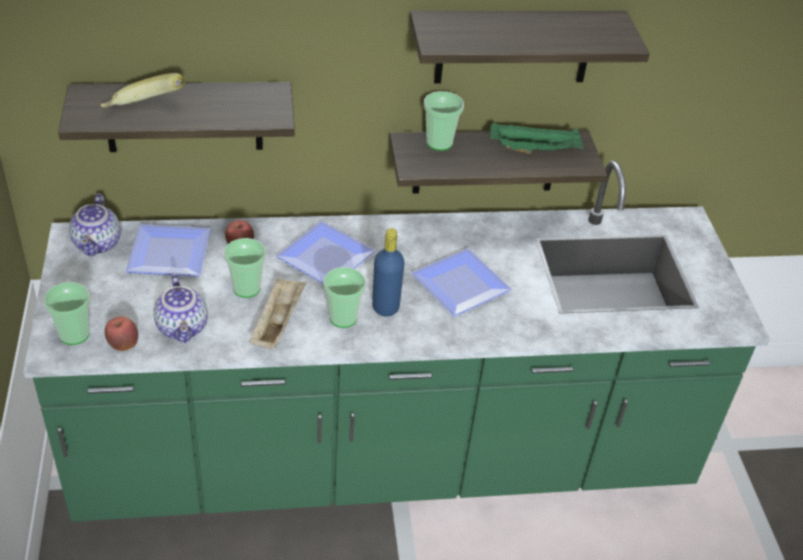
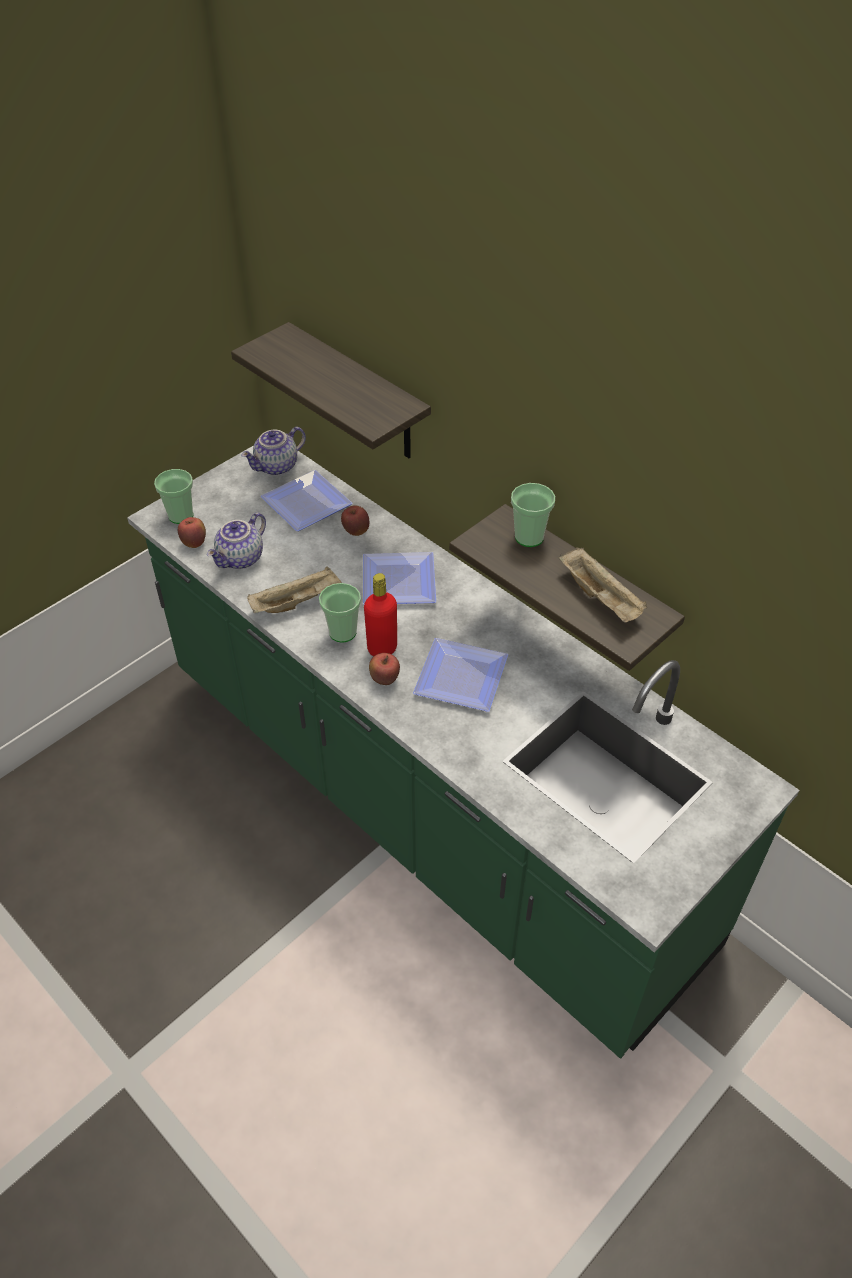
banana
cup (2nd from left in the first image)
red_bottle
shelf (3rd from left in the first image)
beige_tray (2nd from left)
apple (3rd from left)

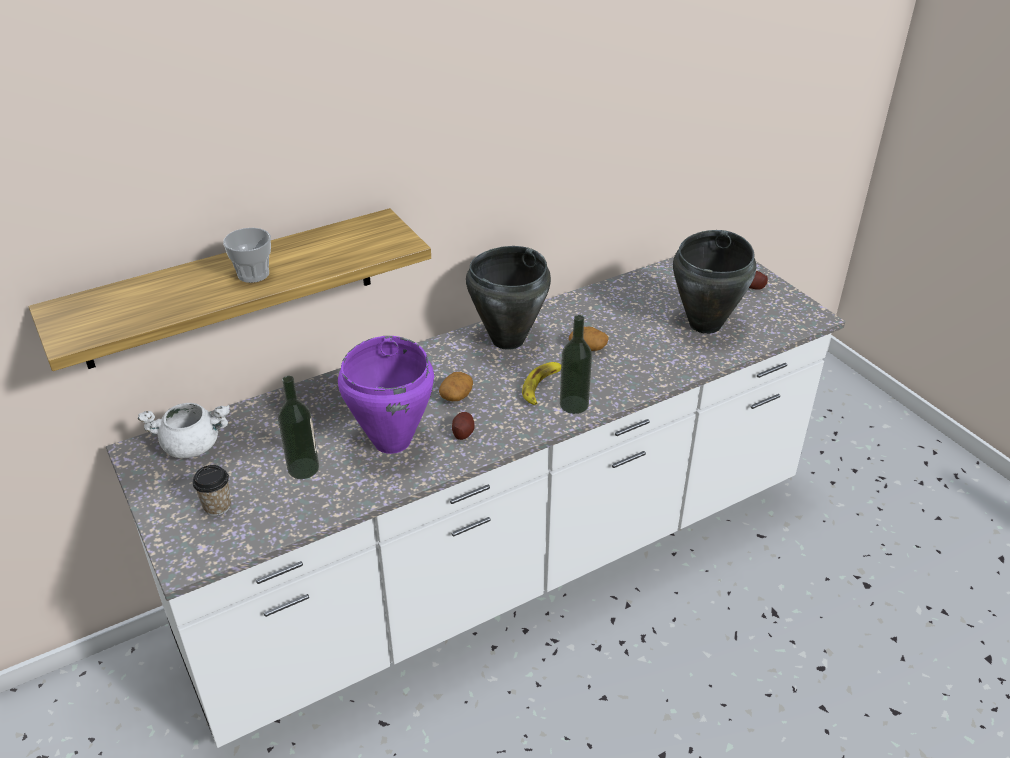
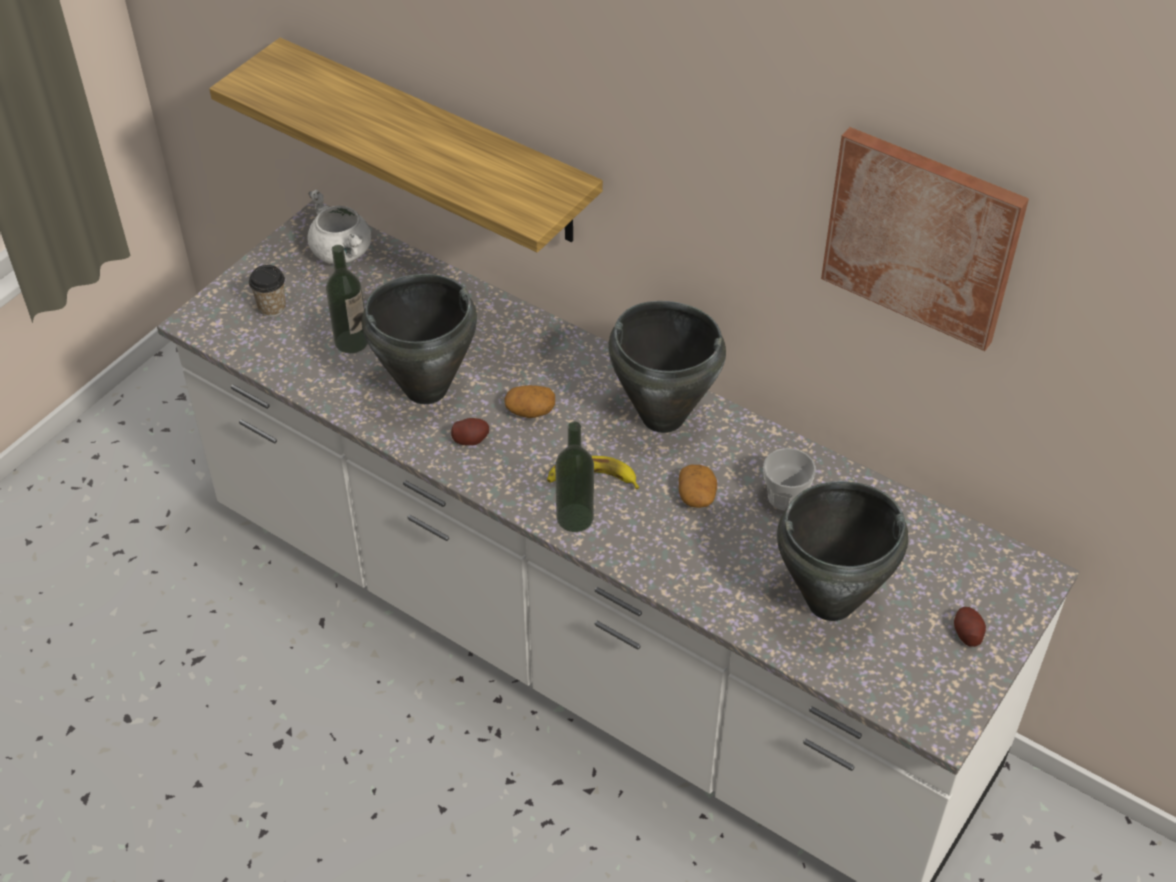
cup (2nd from left)
black_cooking_pot (1st from left)
picture

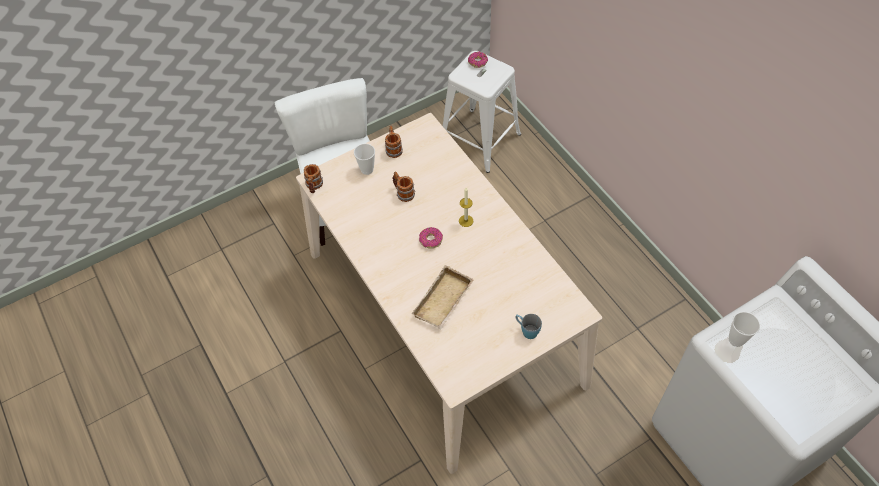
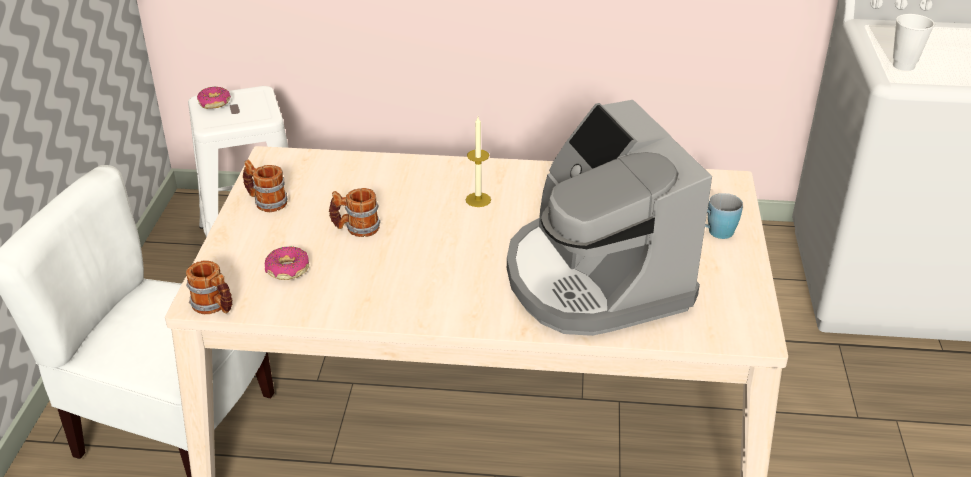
cup (1st from left in the first image)
coffee_machine
donut (2nd from left)

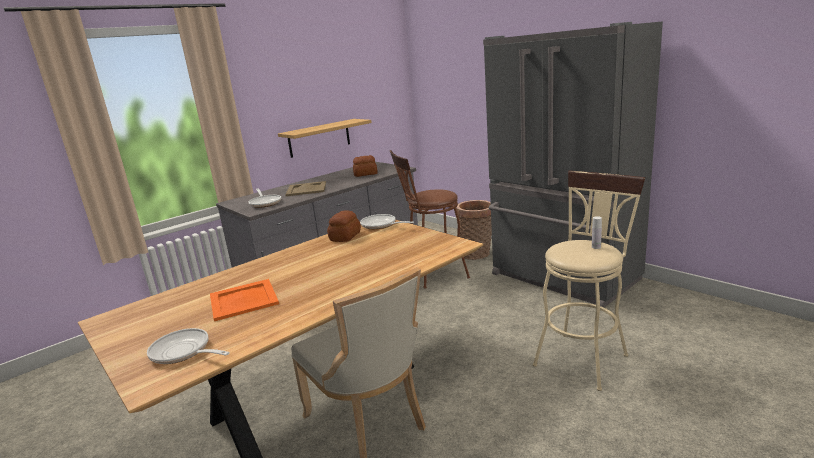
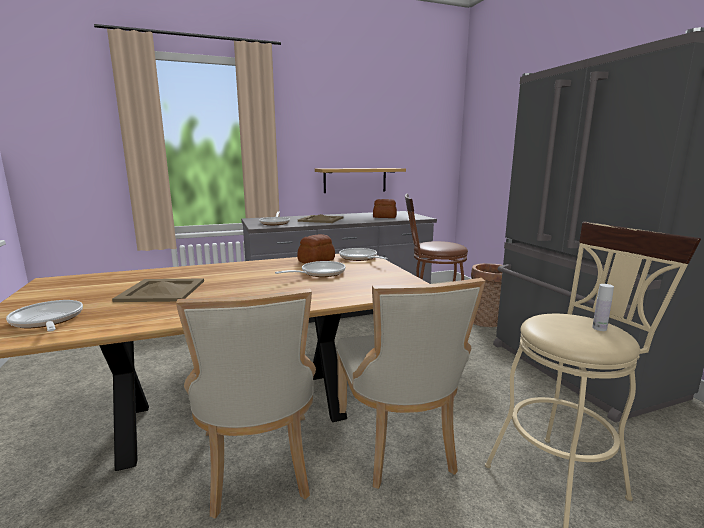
beige_tray (1st from left)
frying_pan (3rd from left)
beige_chair (2nd from left)

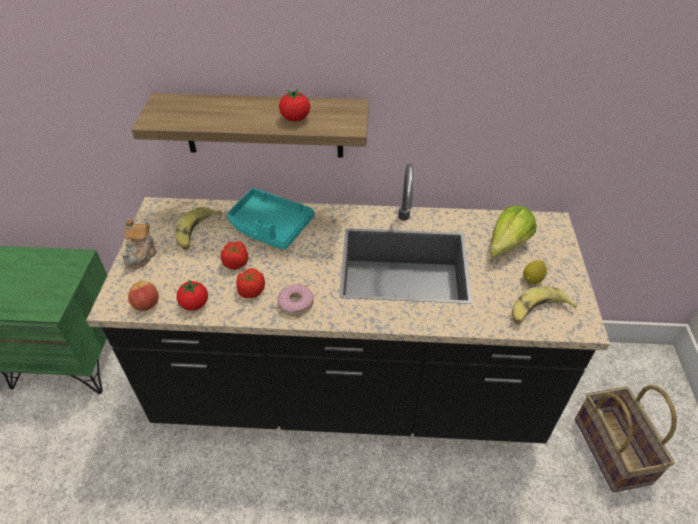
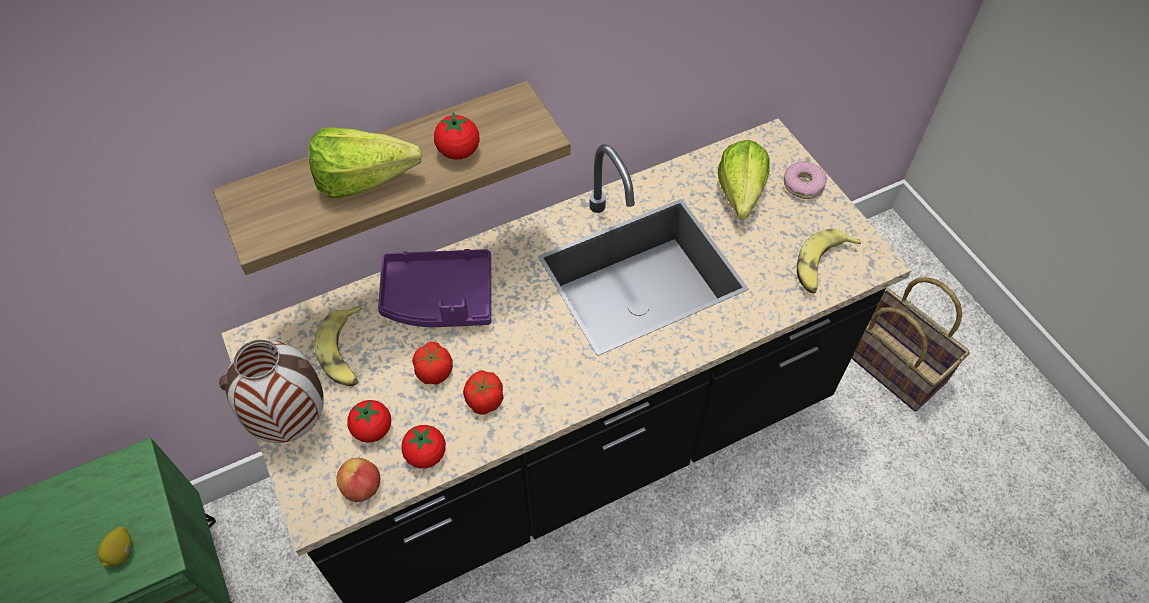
vase
purple_tray
donut
lemon
lettuce (1st from left)
tomato (1st from left)

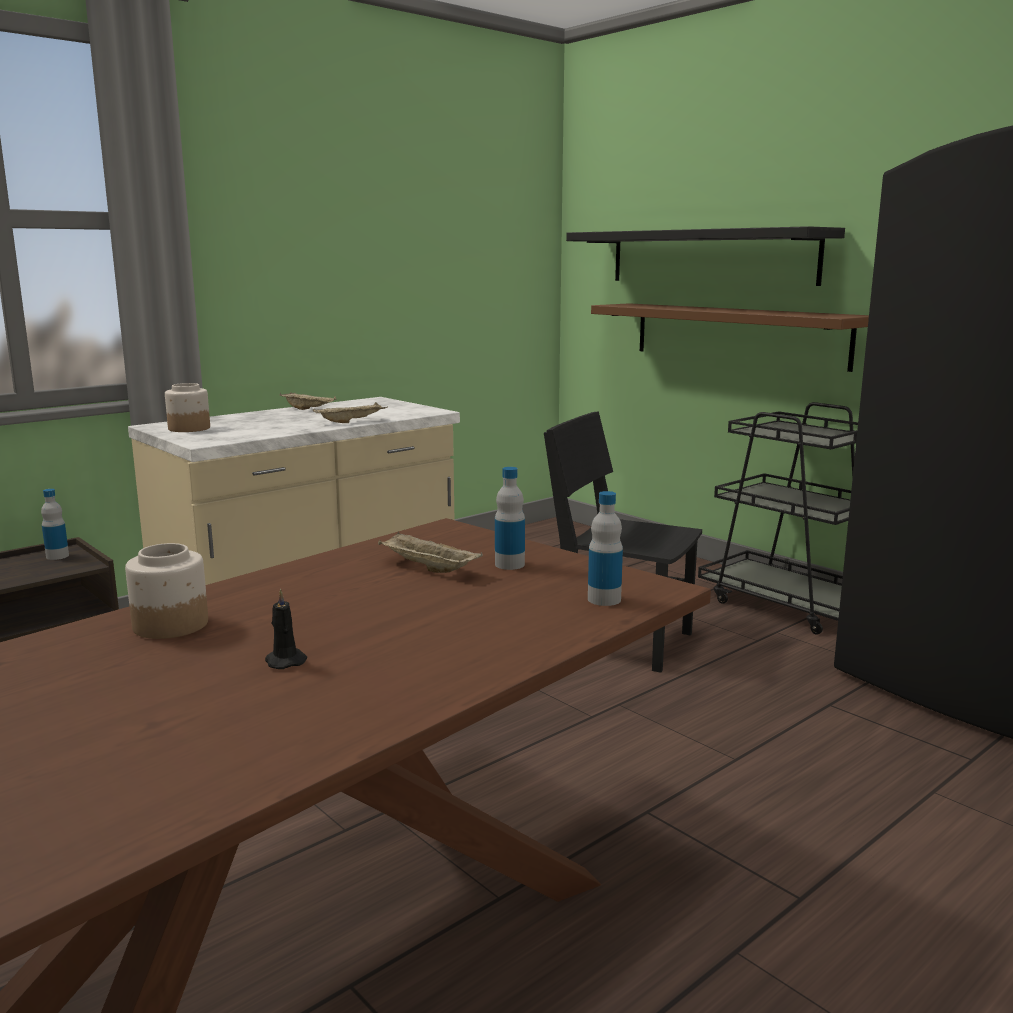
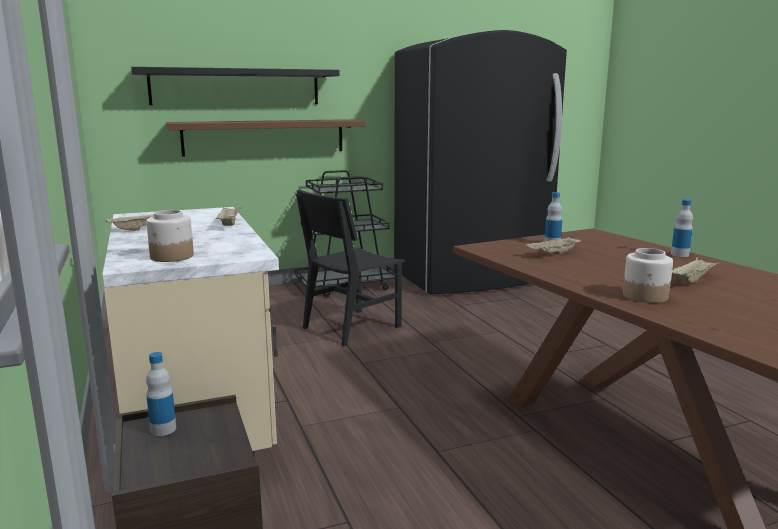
beige_tray (4th from left)
bottle (3rd from left)

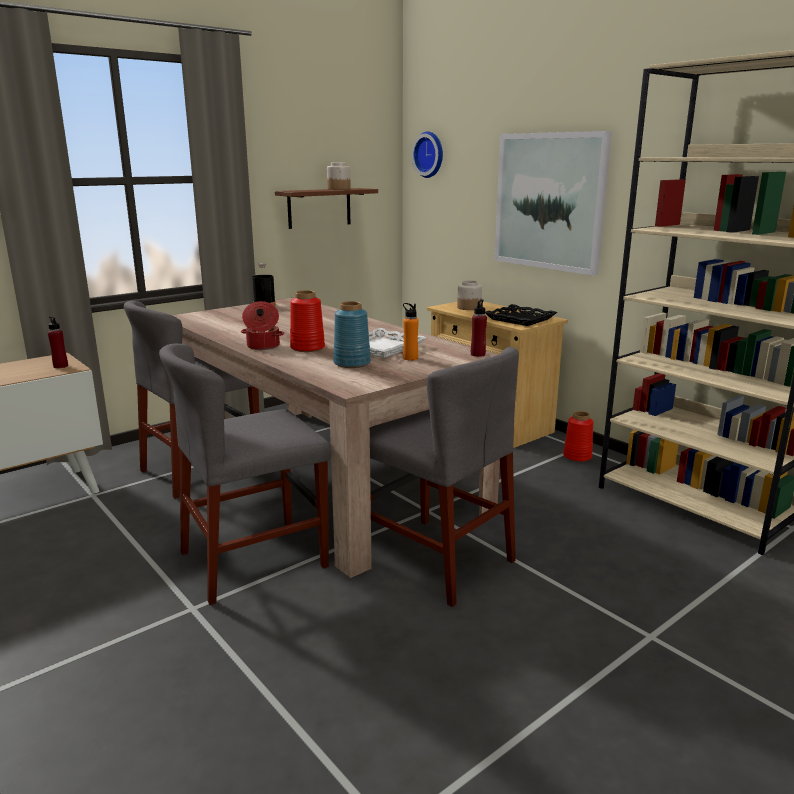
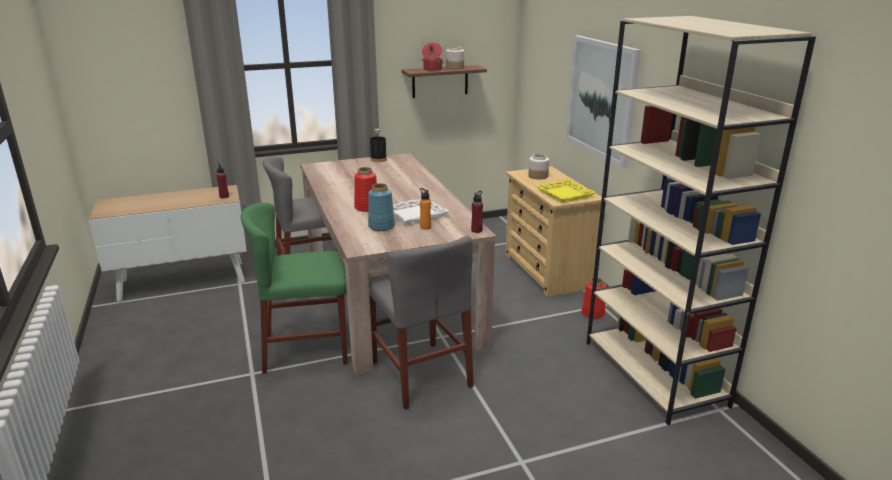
green_chair
cooking_pot
wall_clock
yellow_tray

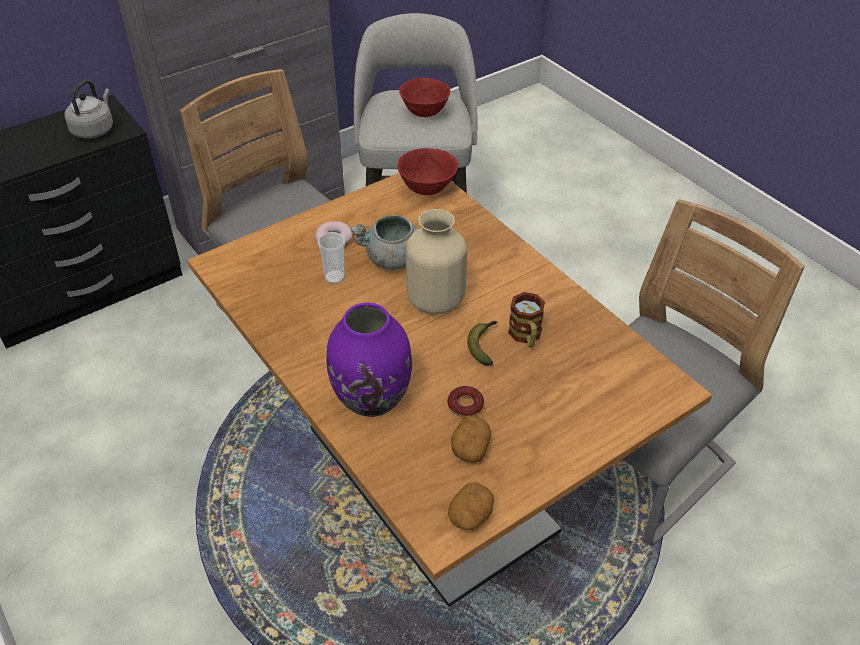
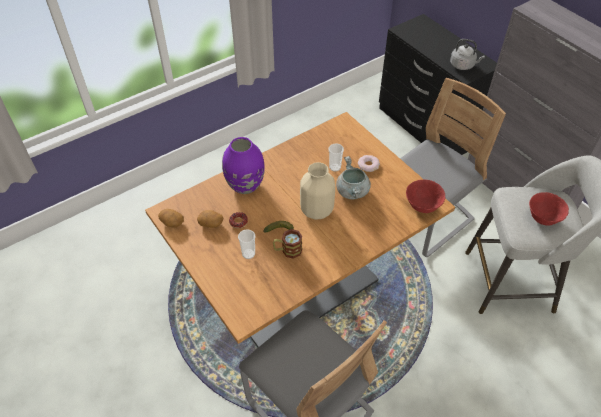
cup (1st from left)

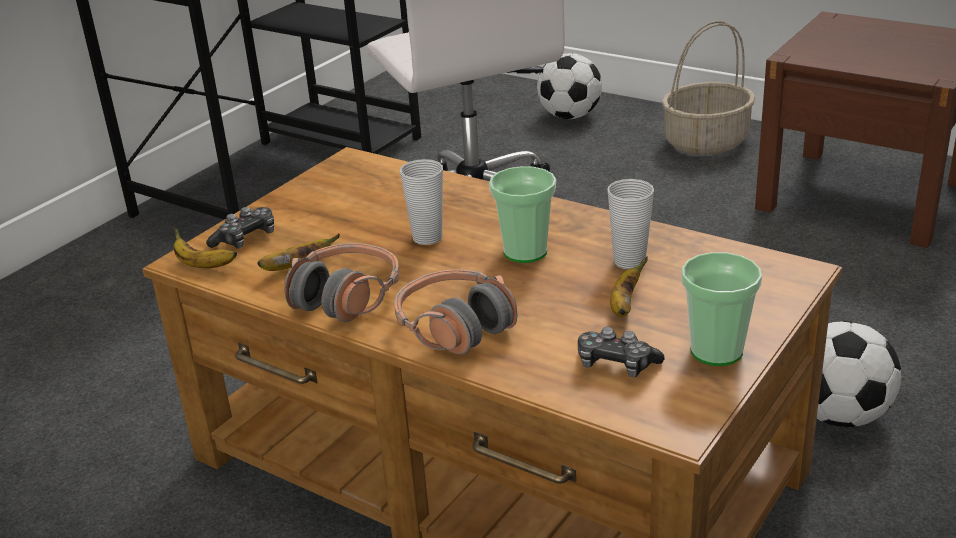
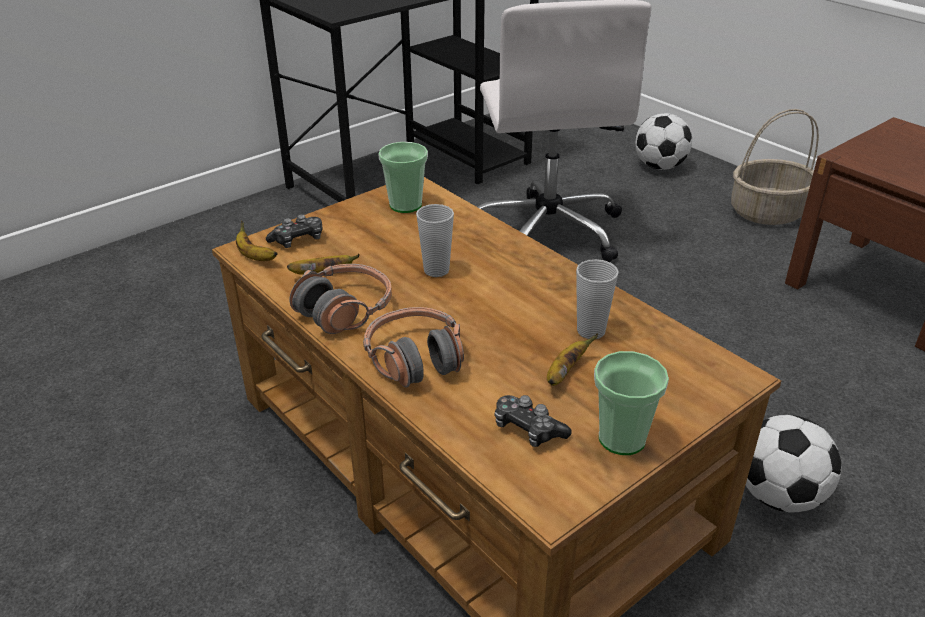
cup (1st from left)

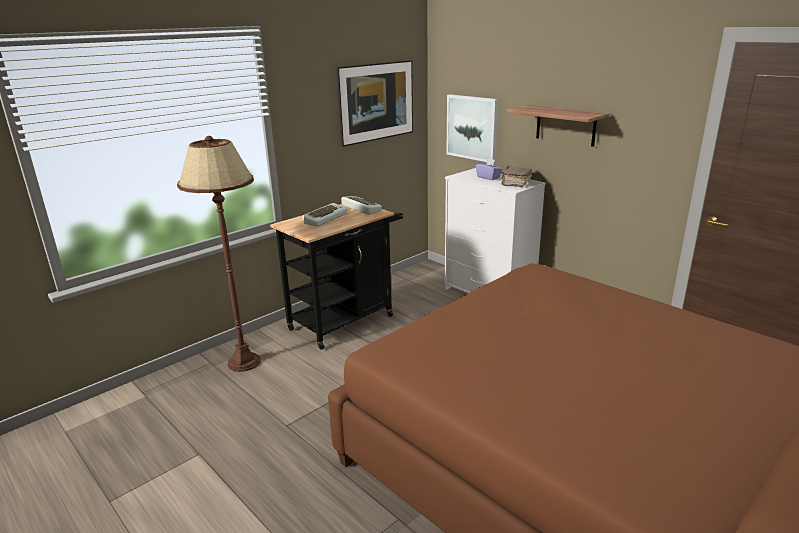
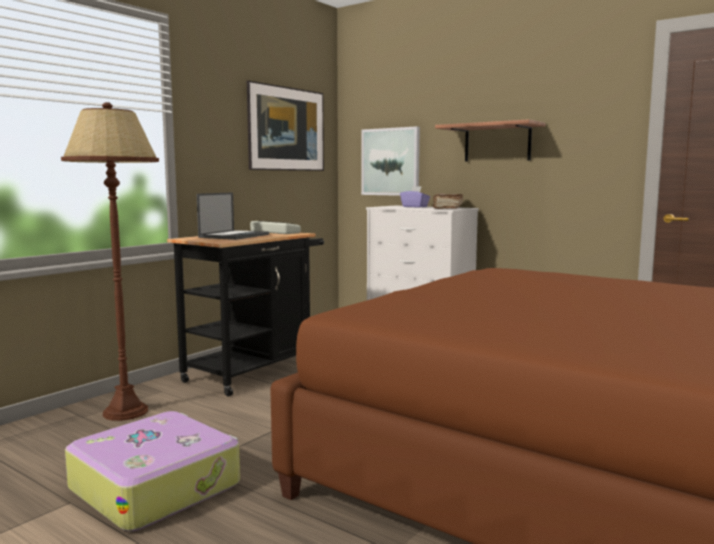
laptop
suitcase

